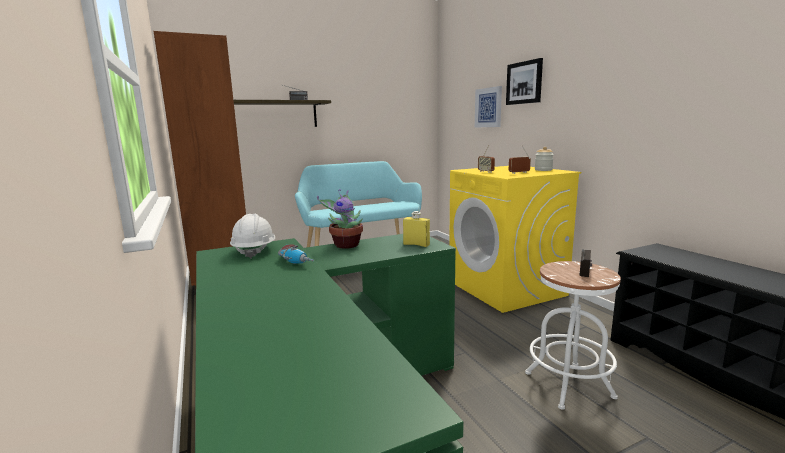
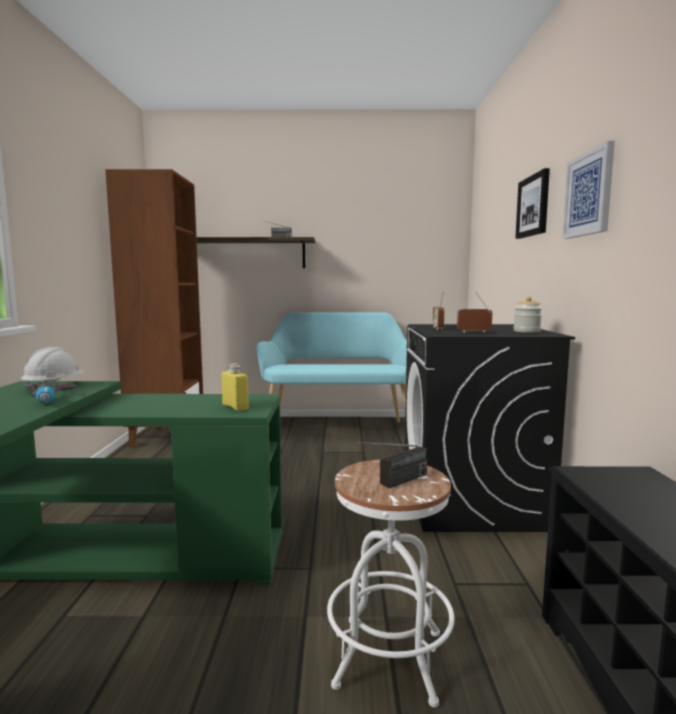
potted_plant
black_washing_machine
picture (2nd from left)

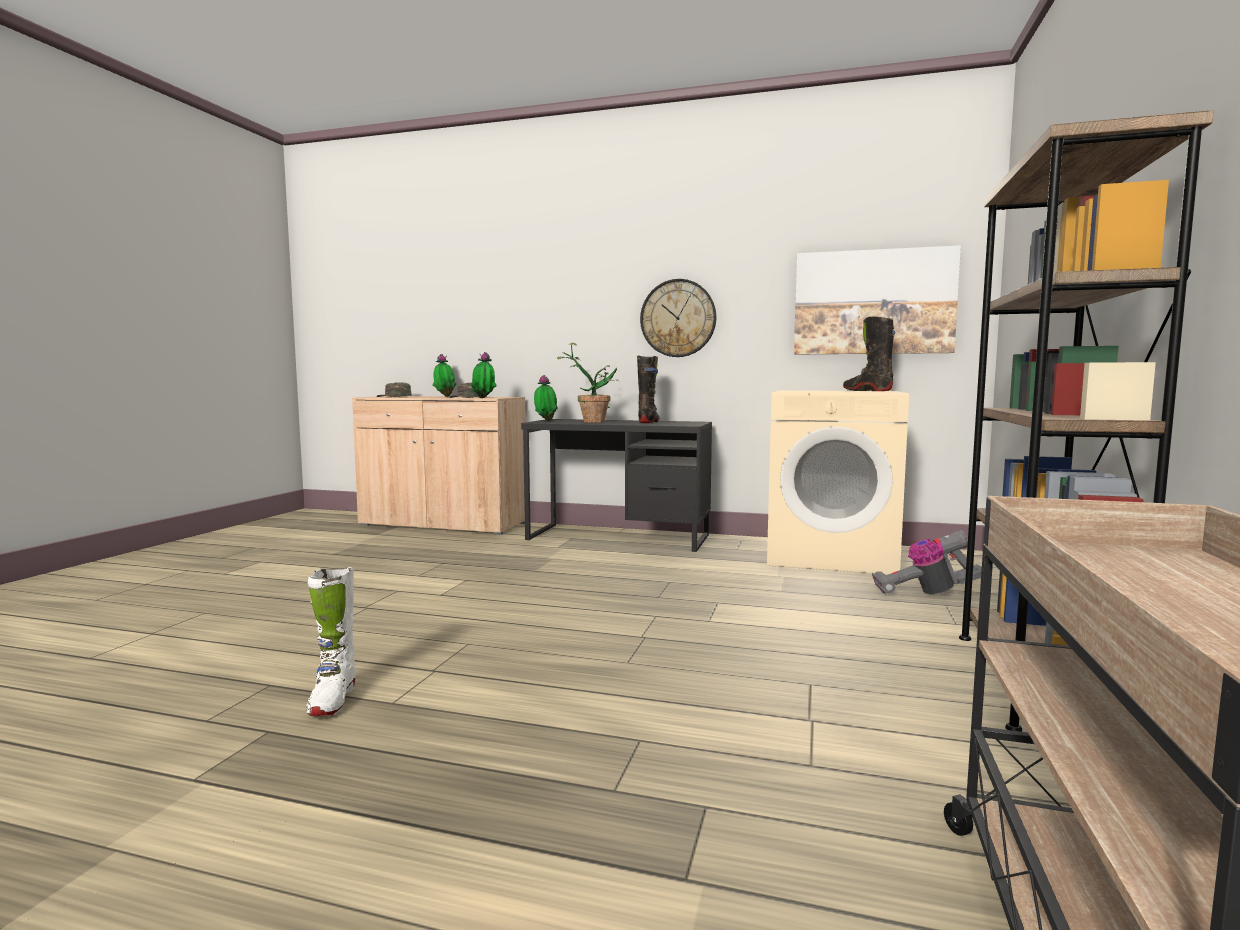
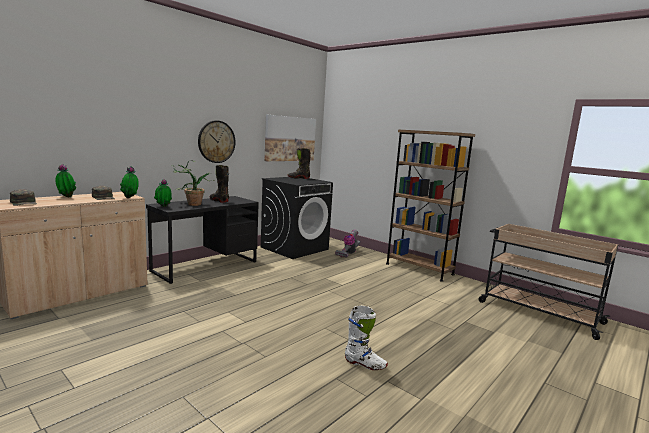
black_washing_machine

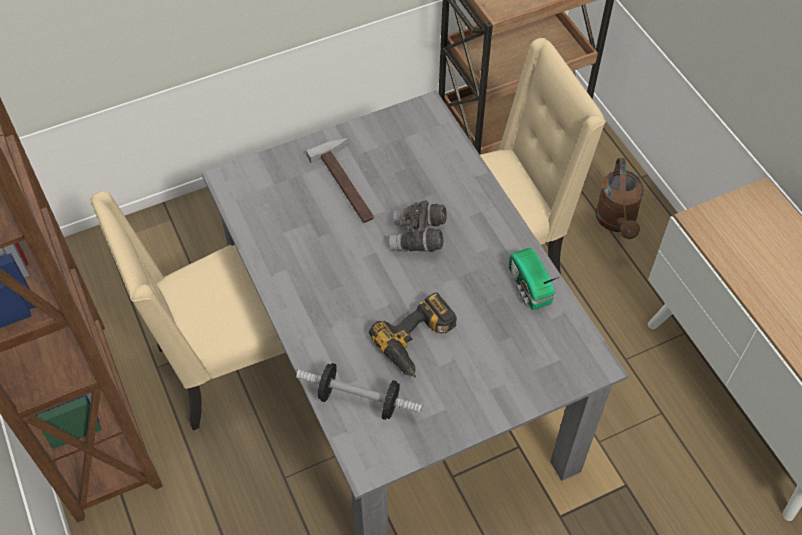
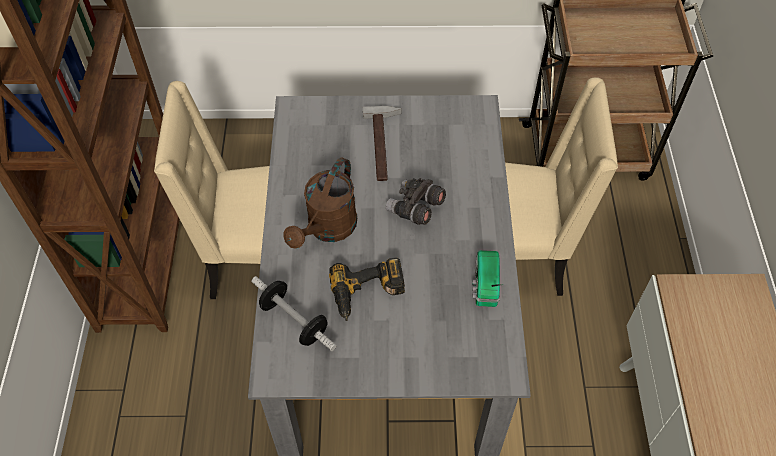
brown_watering_can

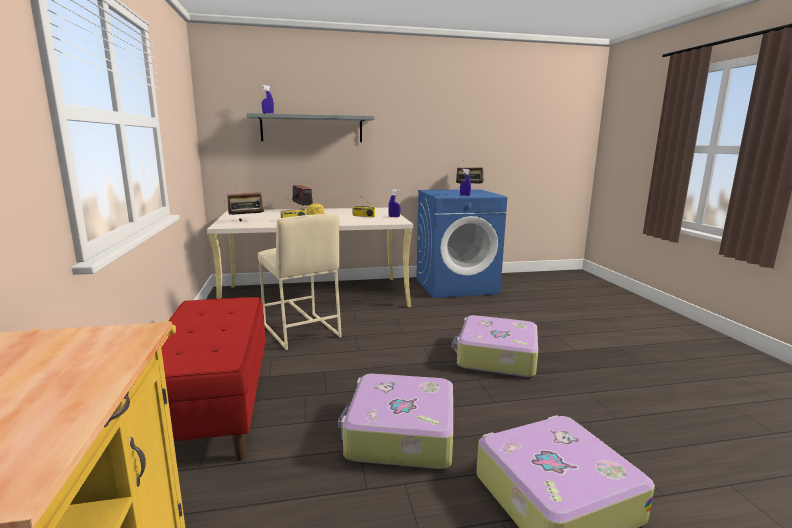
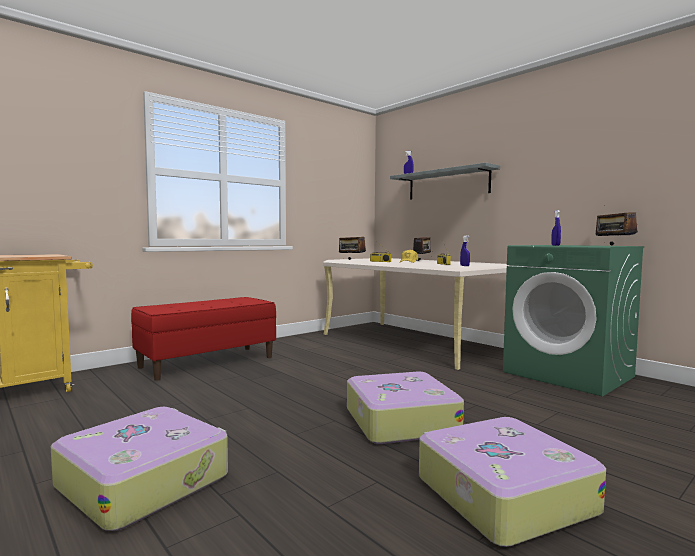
beige_stool
suitcase (3rd from left)
green_washing_machine

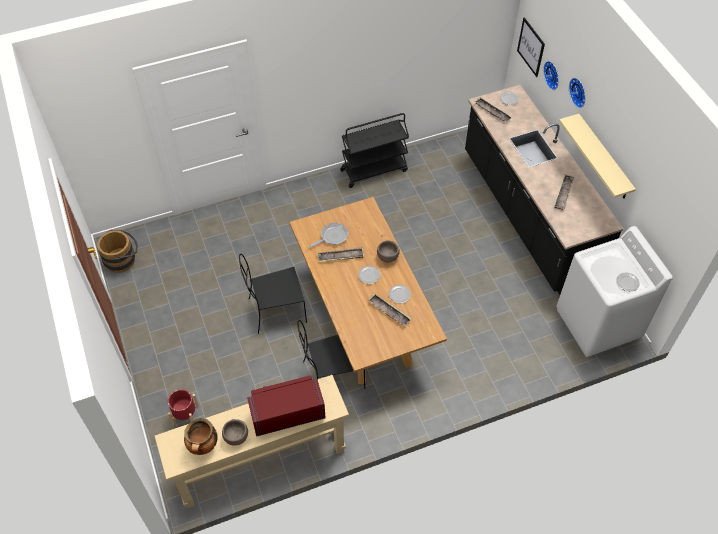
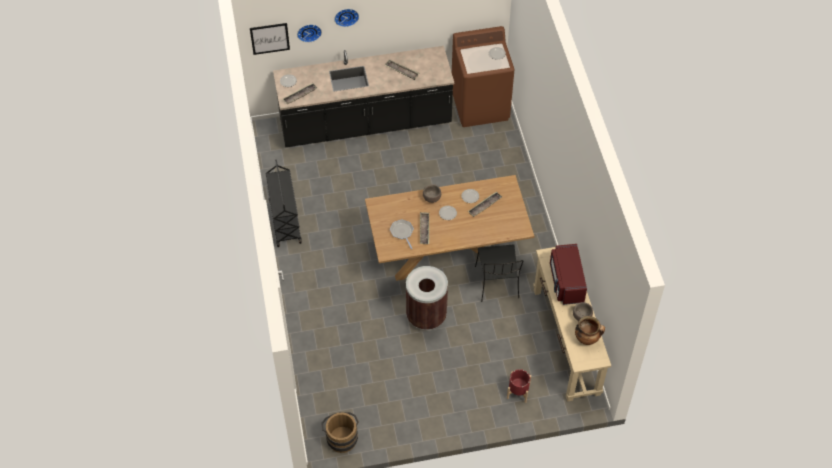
brown_trash_can
brown_washing_machine
beige_shelf

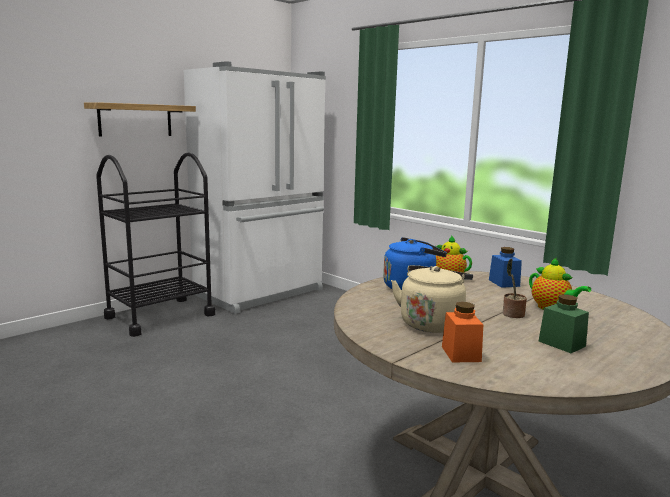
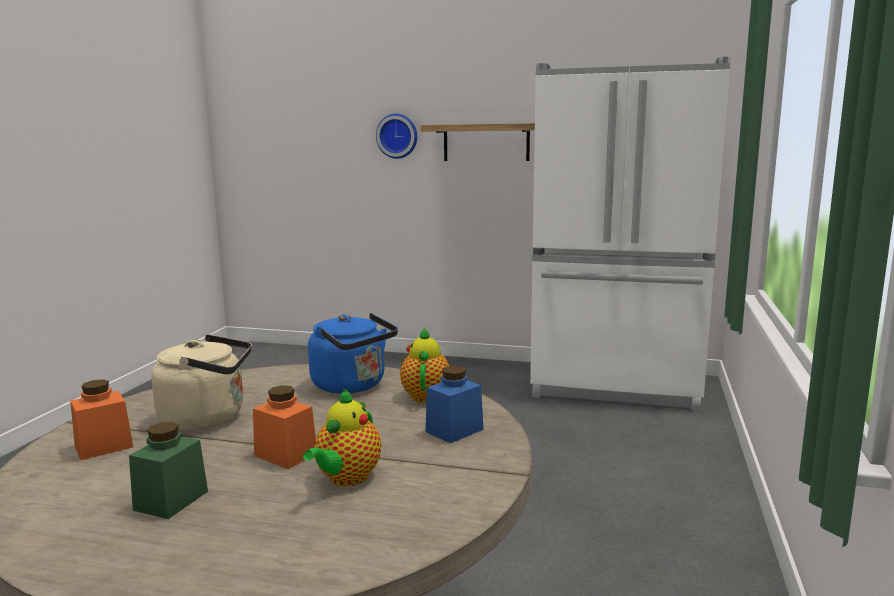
black_cart
orange_jar (2nd from left)
wall_clock

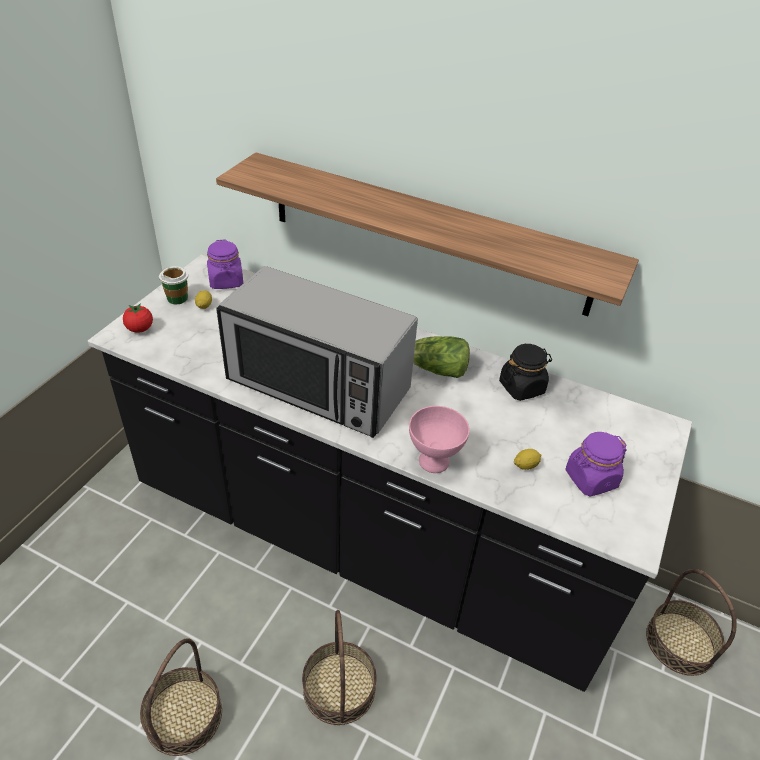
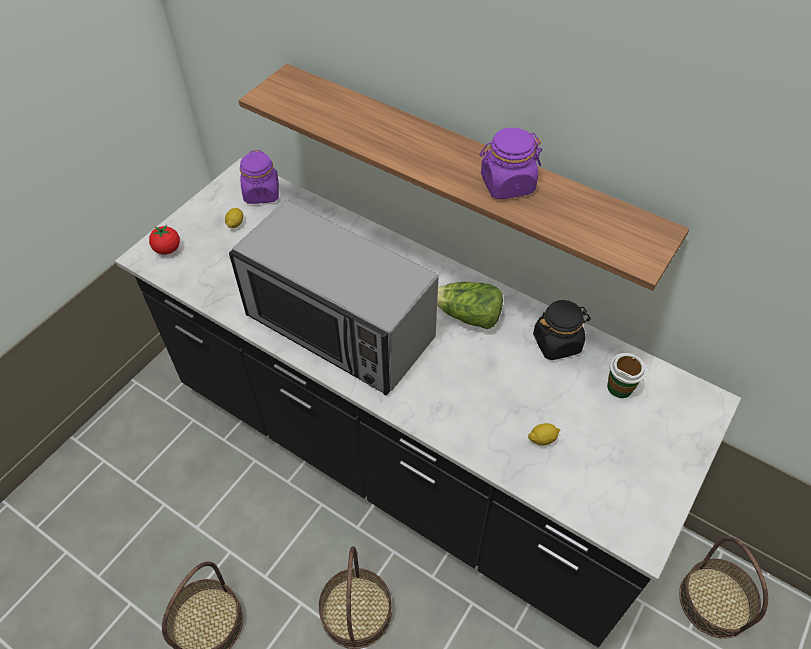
cup
pink_bowl
purple_jar (2nd from left)

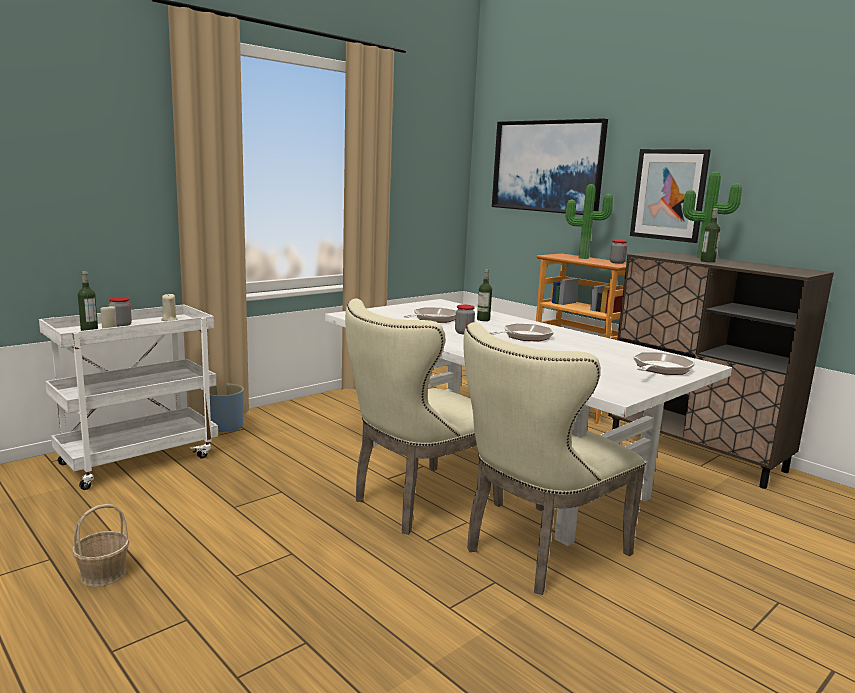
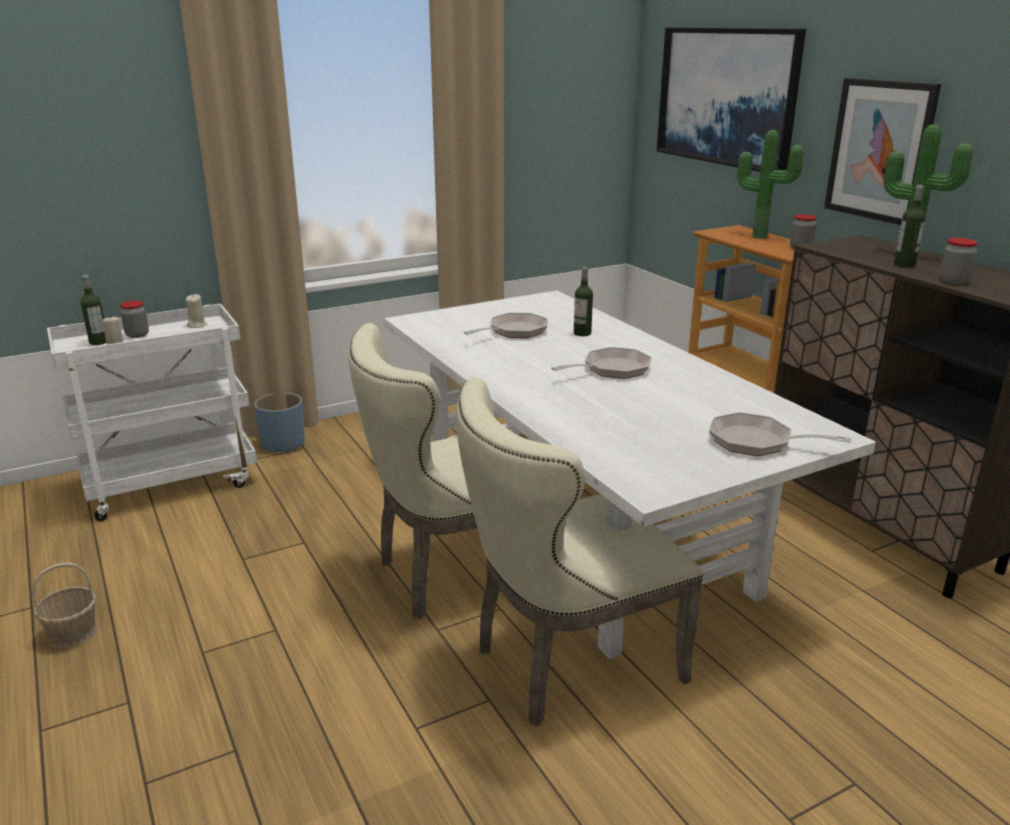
jar (3rd from left)
frying_pan (3rd from left)

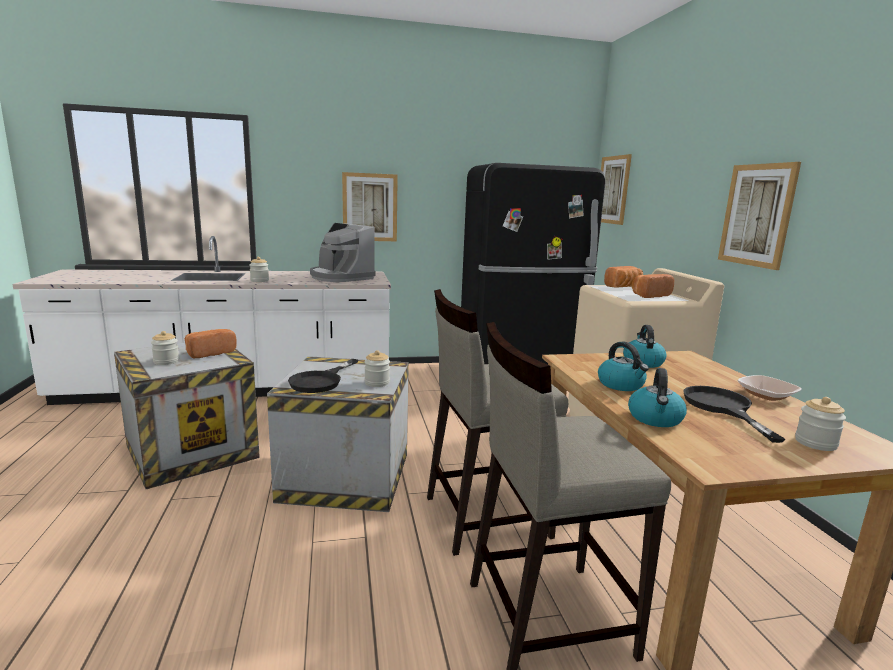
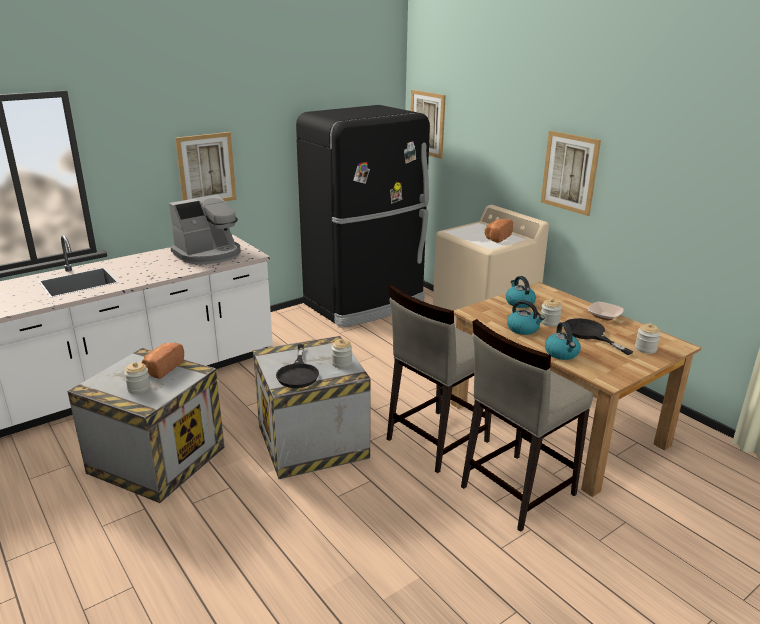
jar (3rd from left)
coffee_machine
bread (2nd from left in the first image)

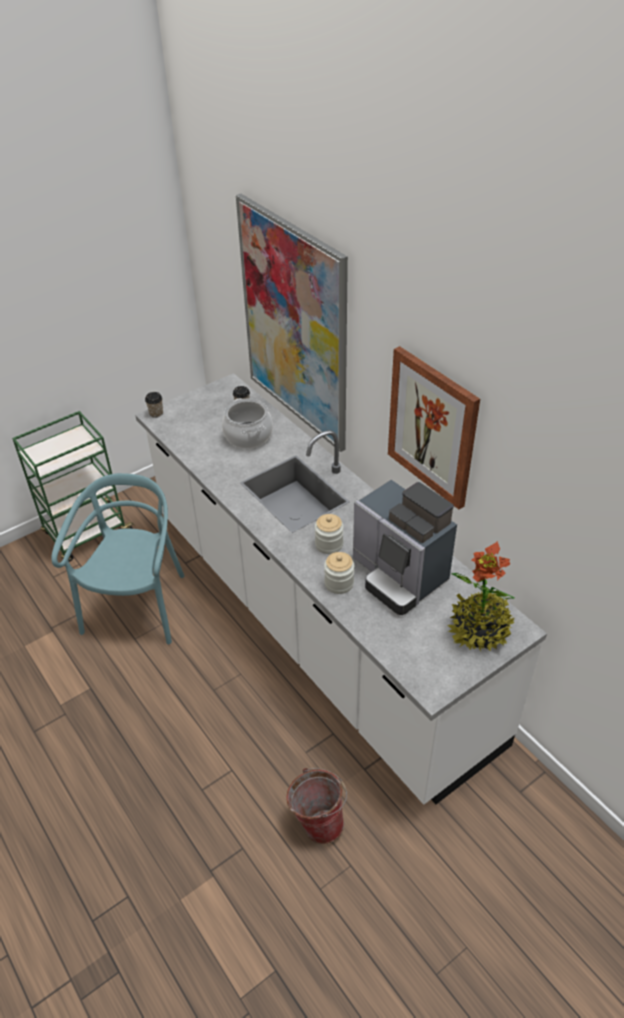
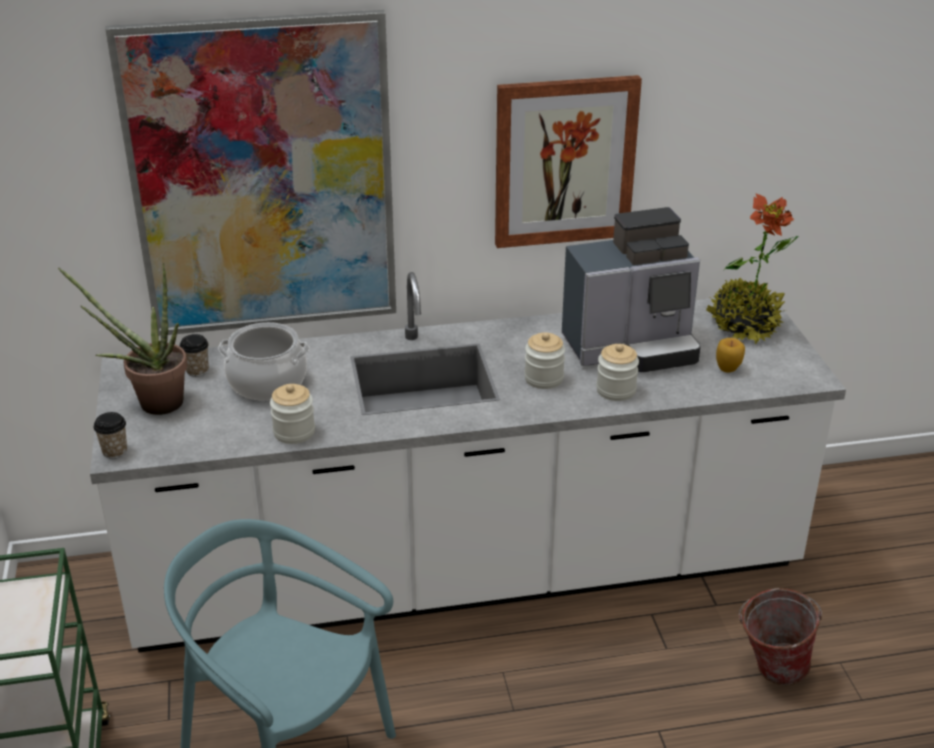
potted_plant (1st from left)
jar (1st from left)
apple

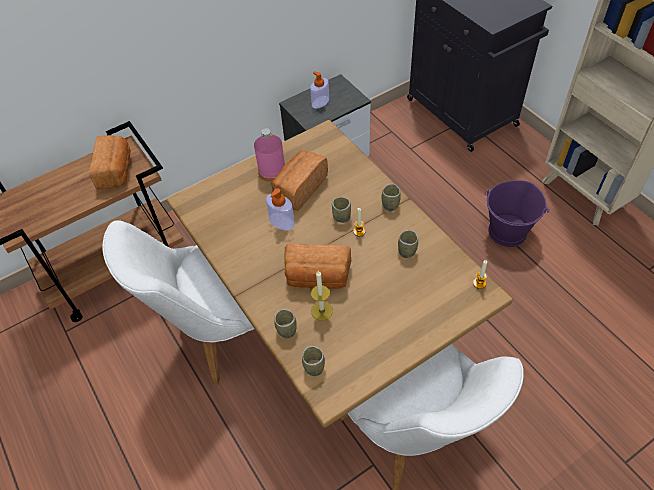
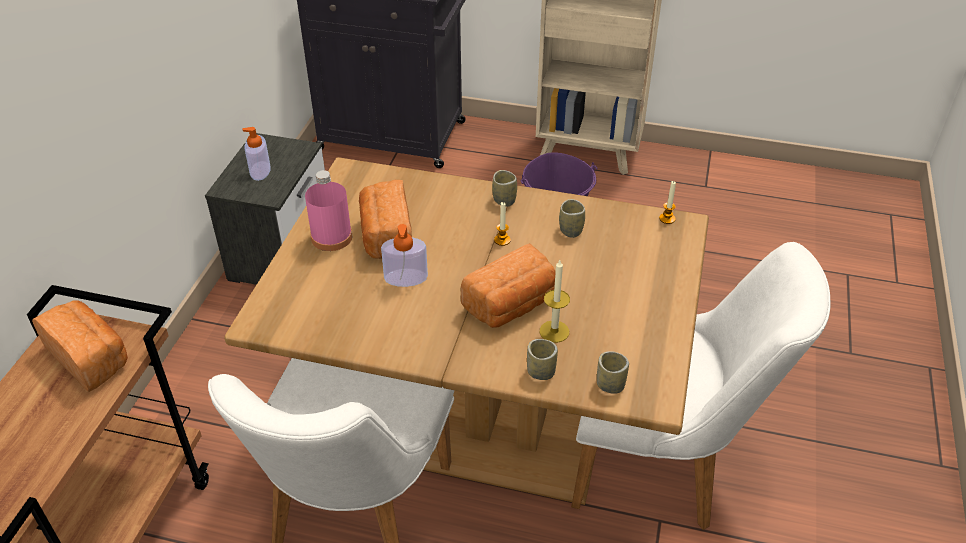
cup (3rd from left in the first image)

